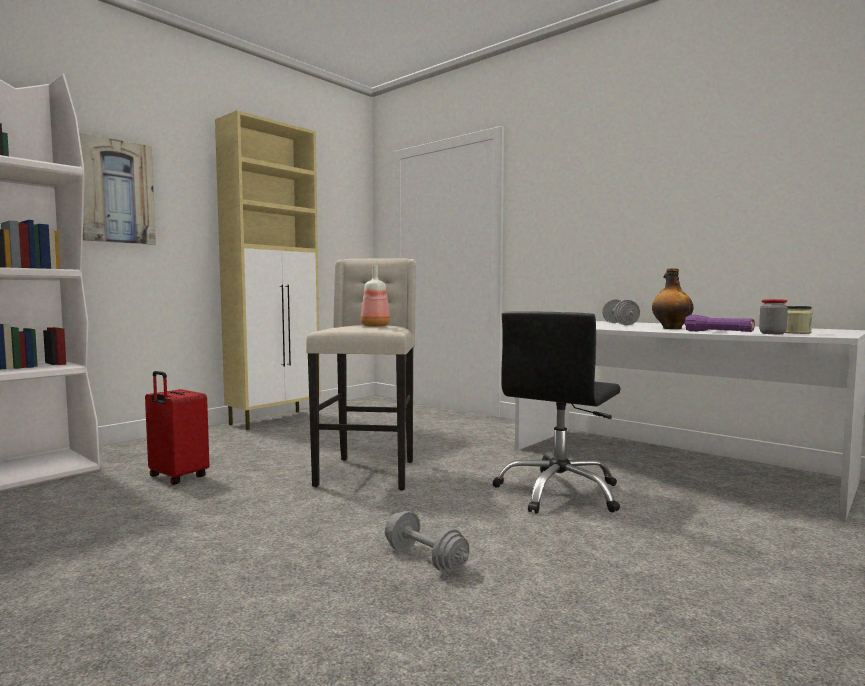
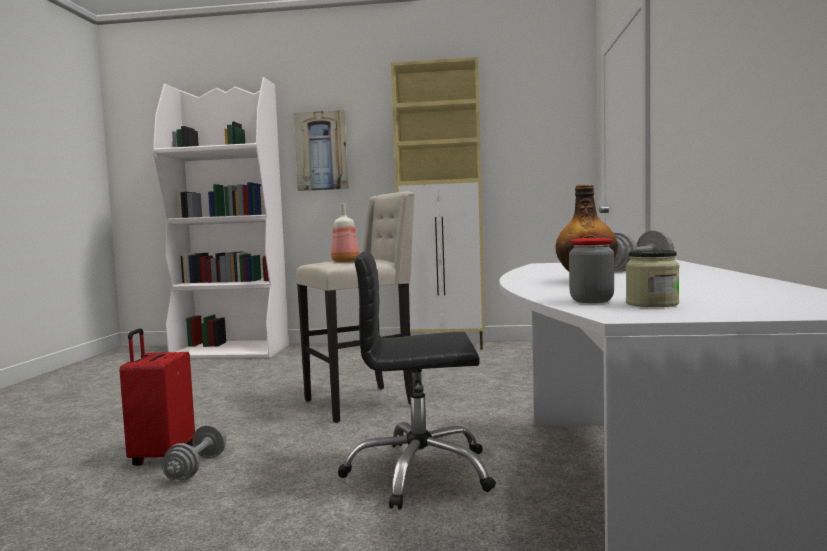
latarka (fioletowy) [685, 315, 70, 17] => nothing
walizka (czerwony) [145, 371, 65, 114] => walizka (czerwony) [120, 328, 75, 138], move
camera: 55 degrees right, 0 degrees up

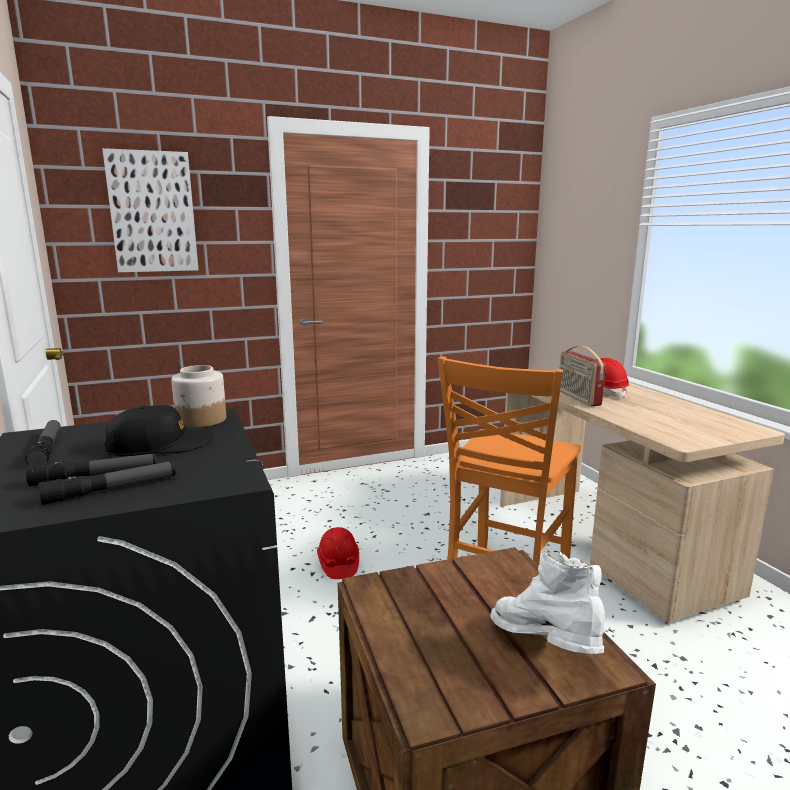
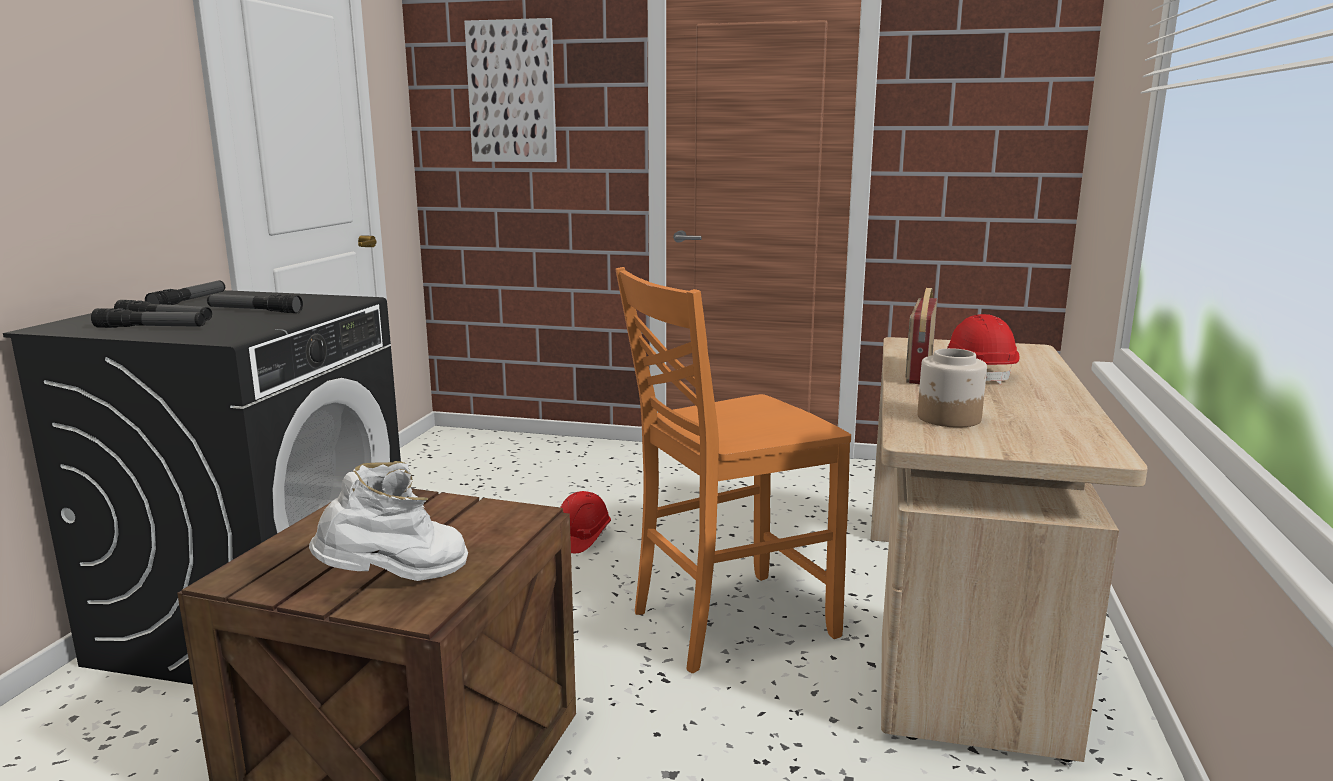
słoik [171, 365, 55, 63] => słoik [918, 348, 69, 80], move
czapka z daszkiem (czarny) [105, 405, 108, 51] => latarka [207, 294, 96, 19]
but z cholewką (biały) [490, 552, 115, 102] => but z cholewką (biały) [309, 461, 159, 120], 45 degrees clockwise
camera: 35 degrees right, 0 degrees up

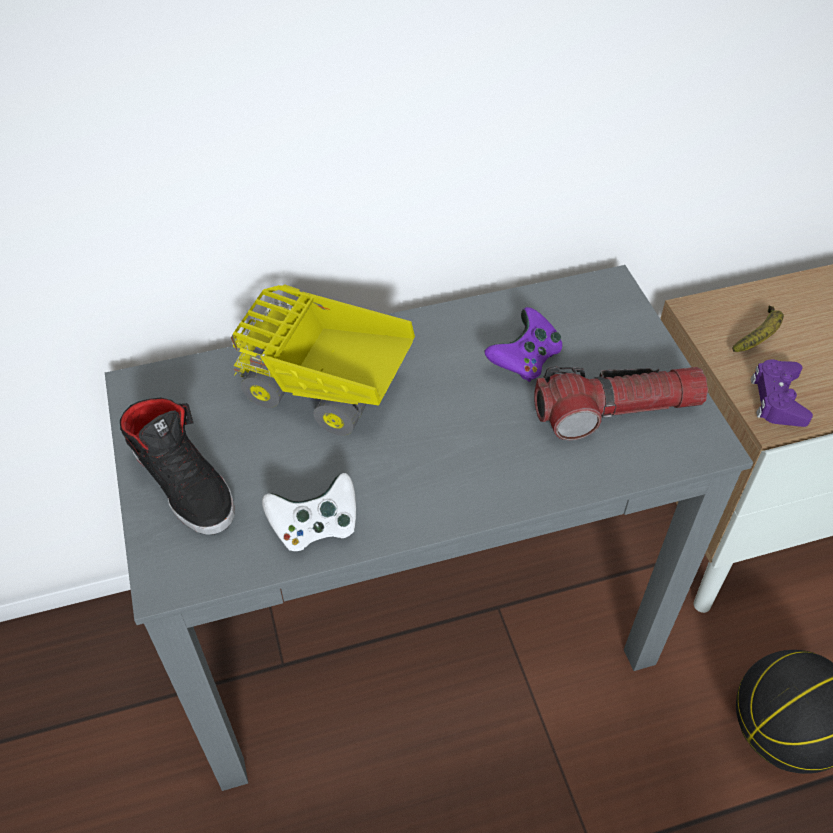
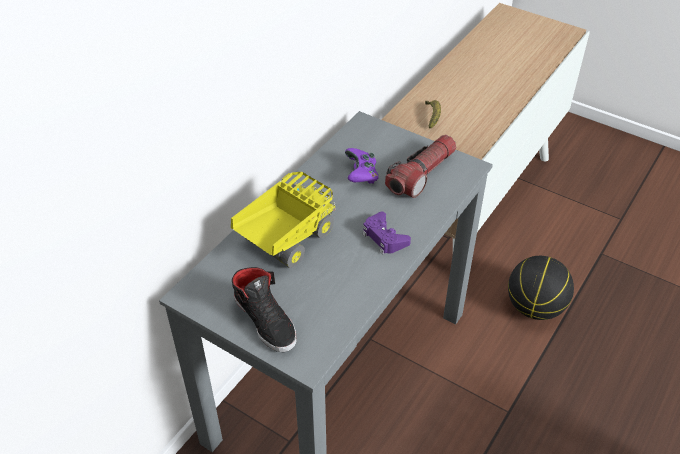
ciężarówka zabawkowa [231, 284, 184, 152] => ciężarówka zabawkowa [231, 172, 105, 96], 150 degrees clockwise
pad do gier (fioletowy) [751, 359, 62, 68] => pad do gier (fioletowy) [363, 212, 48, 42], move
but (czarny) [120, 397, 115, 138] => but (czarny) [232, 267, 65, 86], 45 degrees clockwise
pad do gier (biały) [262, 473, 94, 78] => nothing
camera: 40 degrees left, 5 degrees down

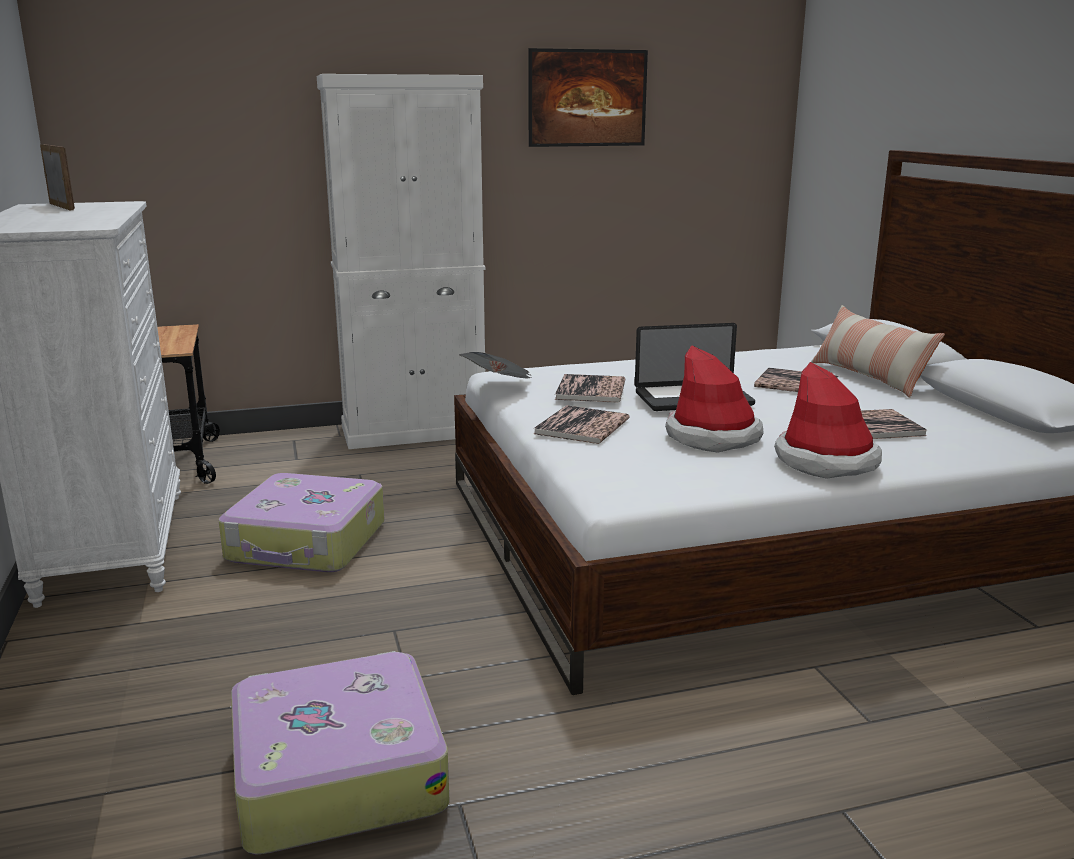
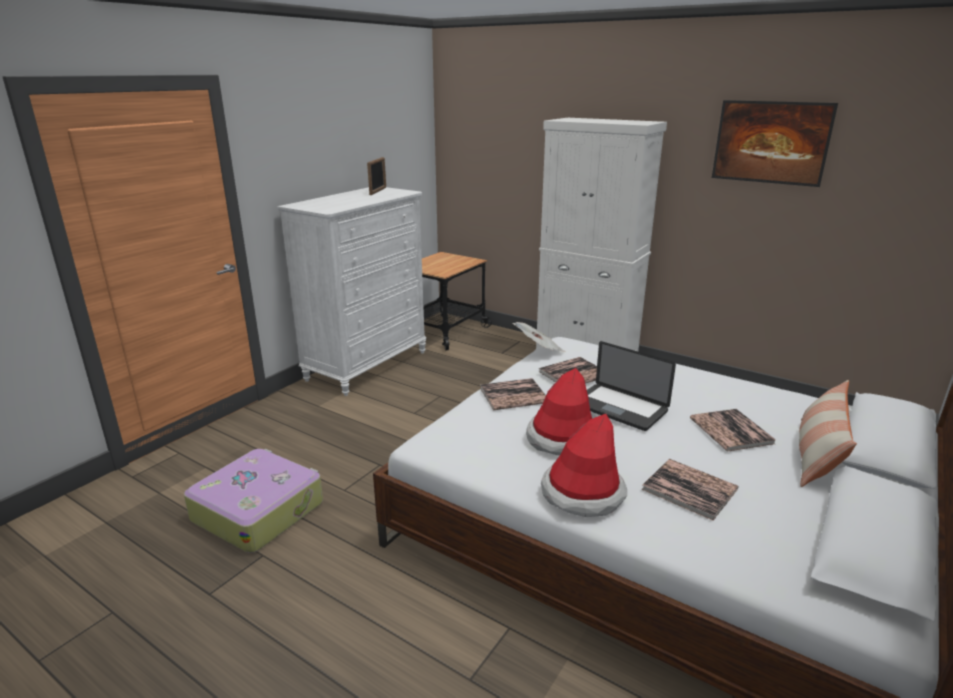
walizka [218, 473, 167, 99] => nothing
camera: 50 degrees right, 5 degrees up

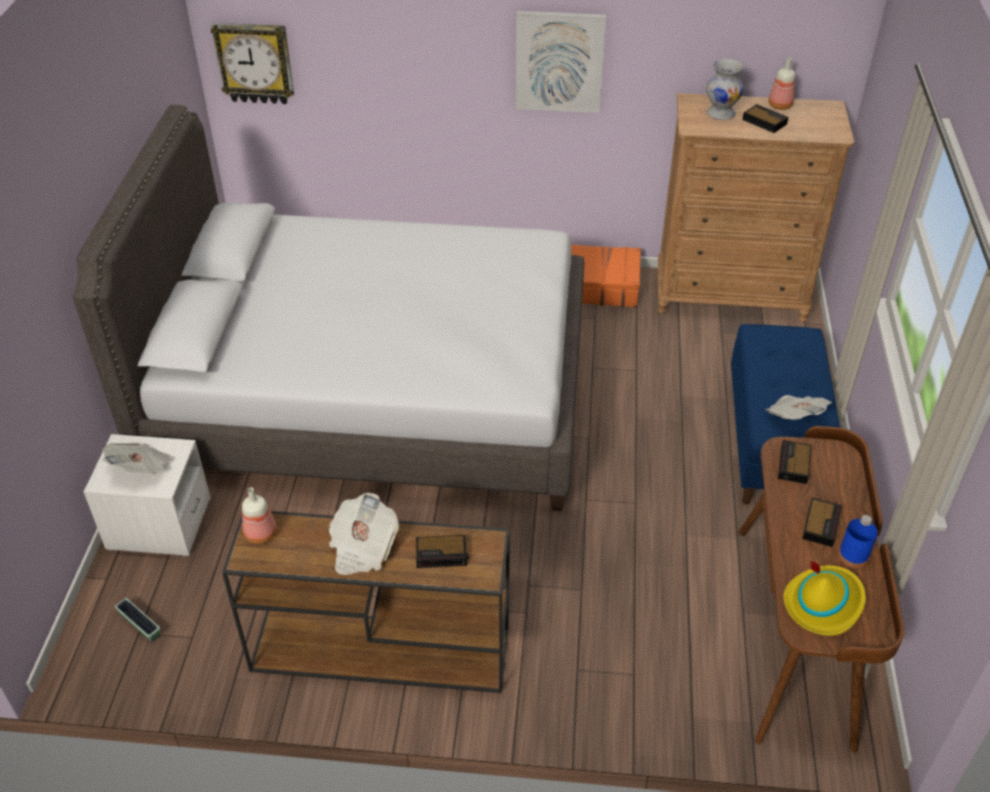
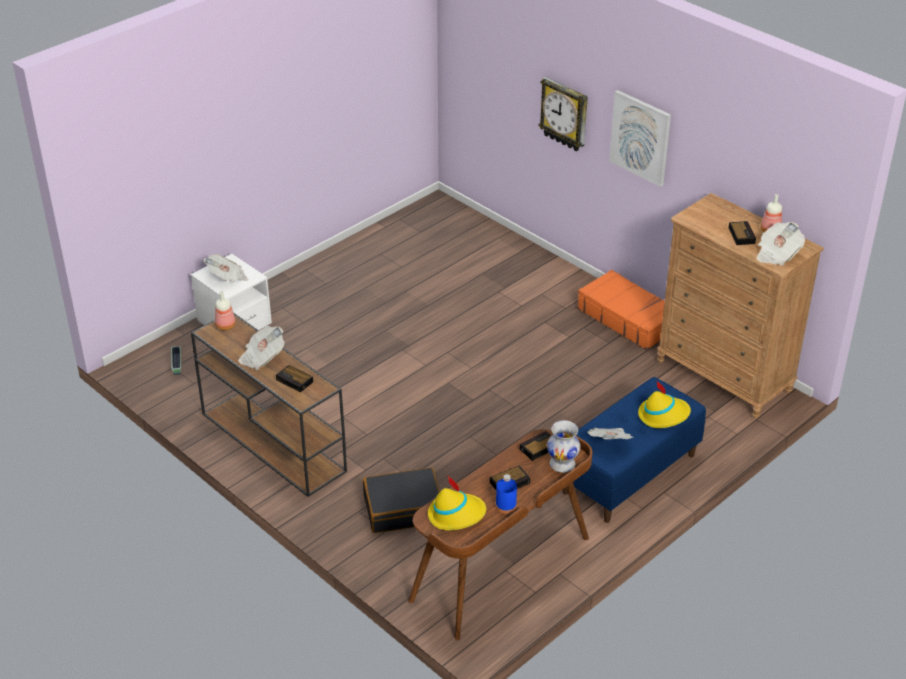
zegar ścienny [211, 23, 83, 81] => zegar ścienny [539, 77, 49, 74], move
wazon (biały) [706, 59, 38, 61] => wazon (biały) [547, 420, 33, 53], move
łóżko (szary) [73, 105, 511, 406] => nothing
nothing => gazeta [756, 222, 49, 44]
nothing => kapelusz (żółty) [638, 380, 53, 48]
nothing => walizka (czarny) [363, 467, 77, 66]
camera: 40 degrees right, 5 degrees down

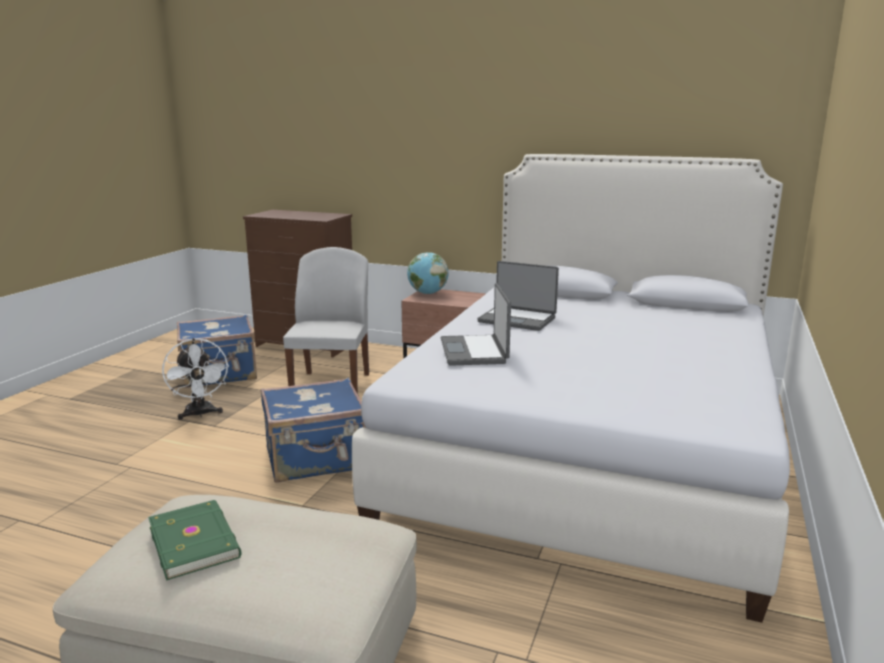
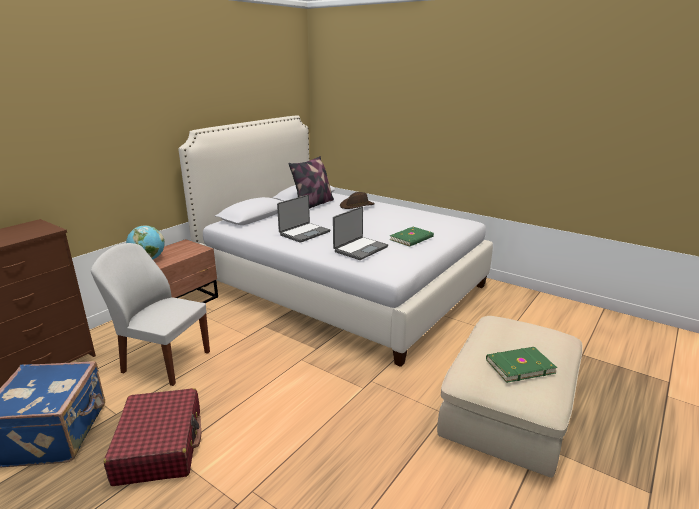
laptop [441, 283, 70, 83] => laptop [333, 206, 55, 54], 60 degrees counterclockwise
wentylator (biały) [162, 338, 67, 82] => walizka (czerwony) [104, 388, 97, 98]
walizka (niebieski) [261, 378, 105, 105] => nothing
nothing => poduszka [288, 156, 46, 53]
nothing => kapelusz (brązowy) [340, 192, 35, 17]
nothing => książka (zielony) [390, 227, 44, 20]
camera: 75 degrees left, 5 degrees up

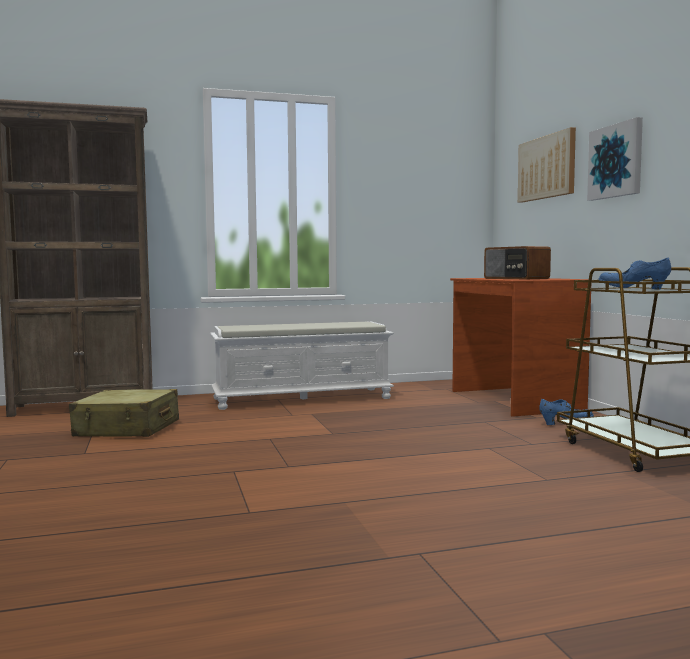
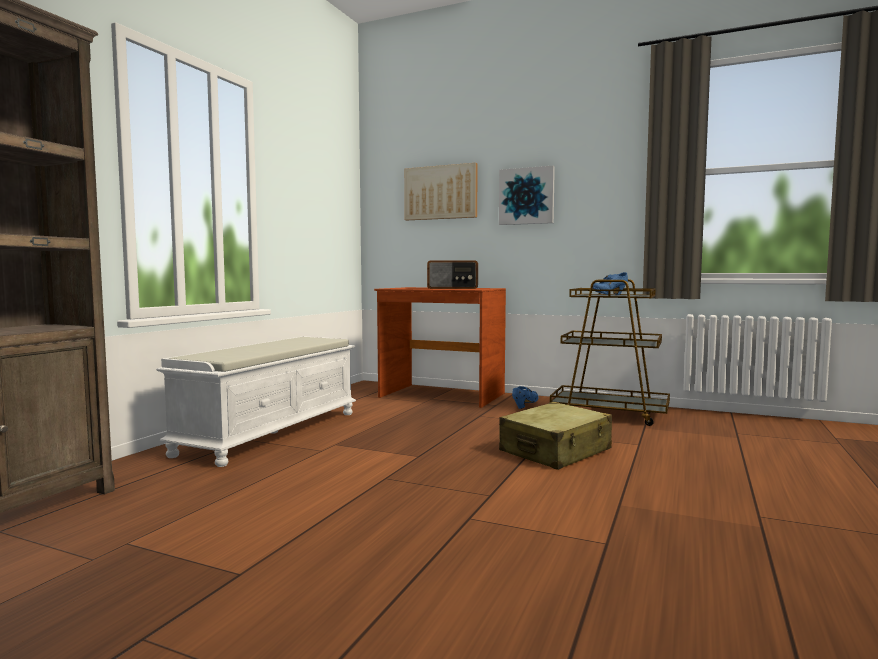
walizka (beżowy) [69, 389, 110, 48] => walizka (beżowy) [499, 402, 113, 68], move
camera: 50 degrees left, 0 degrees up

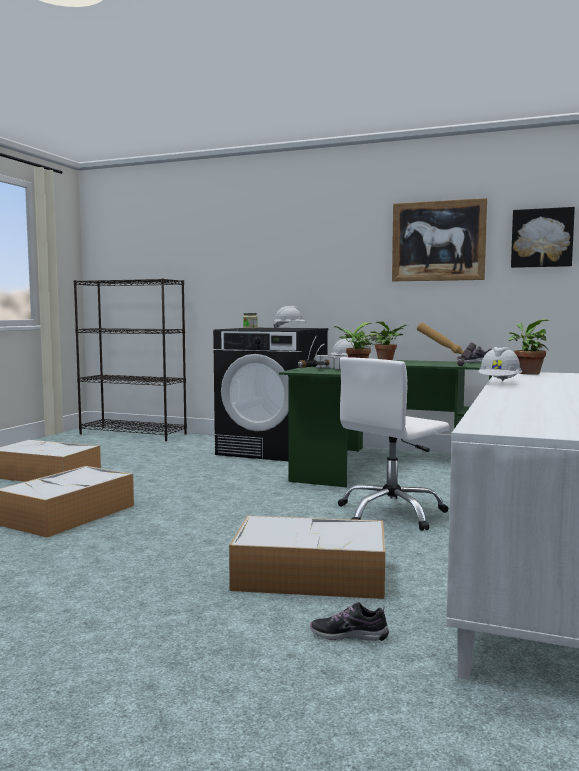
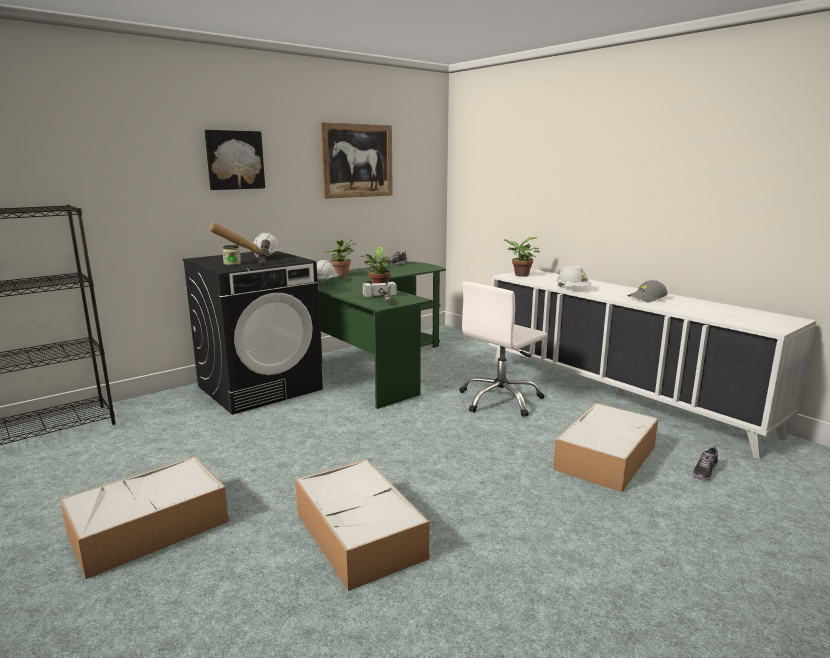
obraz [511, 207, 64, 61] => obraz [205, 130, 60, 60], move
młotek [417, 322, 59, 44] => młotek [210, 222, 60, 44], move
krzesło biurowe (biały) [338, 357, 111, 174] => krzesło biurowe (biały) [459, 282, 88, 135], 60 degrees clockwise
nothing => czapka z daszkiem (szary) [627, 280, 40, 23]
camera: 60 degrees left, 10 degrees up

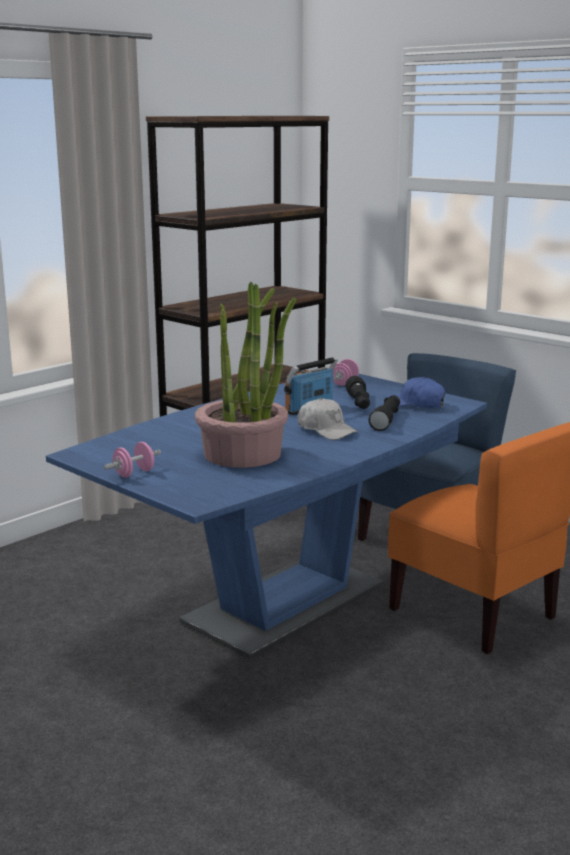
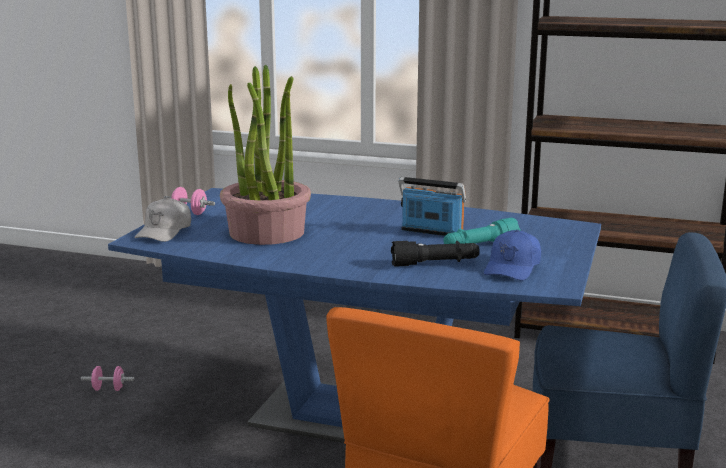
hantel (różowy) [333, 359, 26, 27] => hantel (różowy) [81, 366, 54, 25], move
latarka (czarny) [345, 376, 25, 33] => latarka (turkusowy) [443, 218, 77, 26]
czapka z daszkiem (niebieski) [386, 377, 59, 31] => czapka z daszkiem (niebieski) [484, 230, 57, 51], 150 degrees counterclockwise
czapka z daszkiem (biały) [298, 398, 60, 42] => czapka z daszkiem (biały) [134, 198, 57, 44], move
camera: 65 degrees right, 0 degrees up

